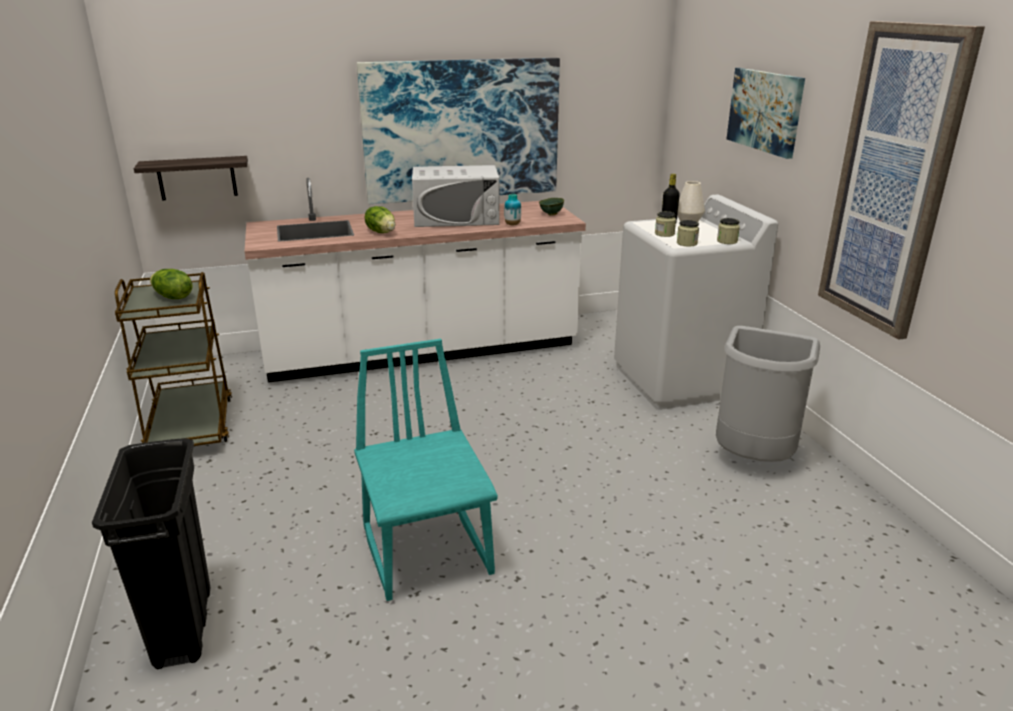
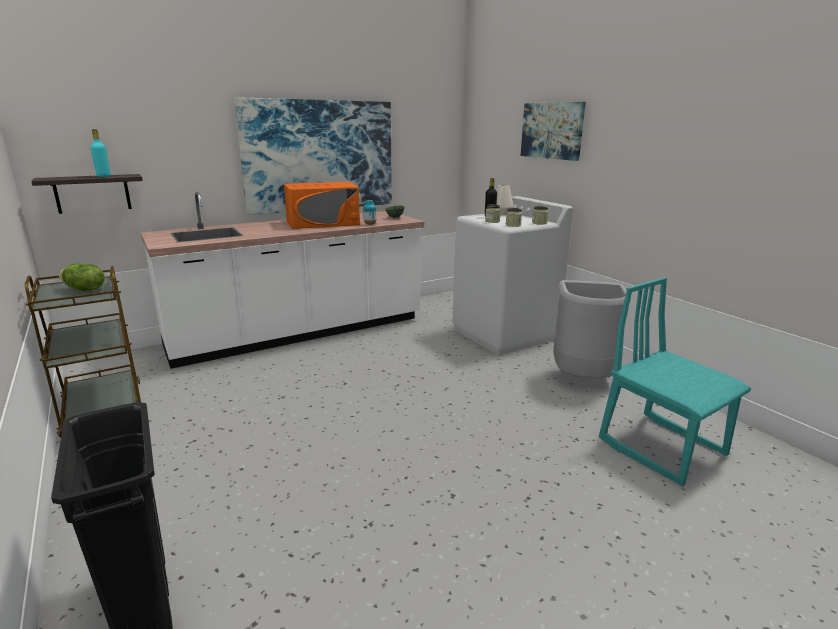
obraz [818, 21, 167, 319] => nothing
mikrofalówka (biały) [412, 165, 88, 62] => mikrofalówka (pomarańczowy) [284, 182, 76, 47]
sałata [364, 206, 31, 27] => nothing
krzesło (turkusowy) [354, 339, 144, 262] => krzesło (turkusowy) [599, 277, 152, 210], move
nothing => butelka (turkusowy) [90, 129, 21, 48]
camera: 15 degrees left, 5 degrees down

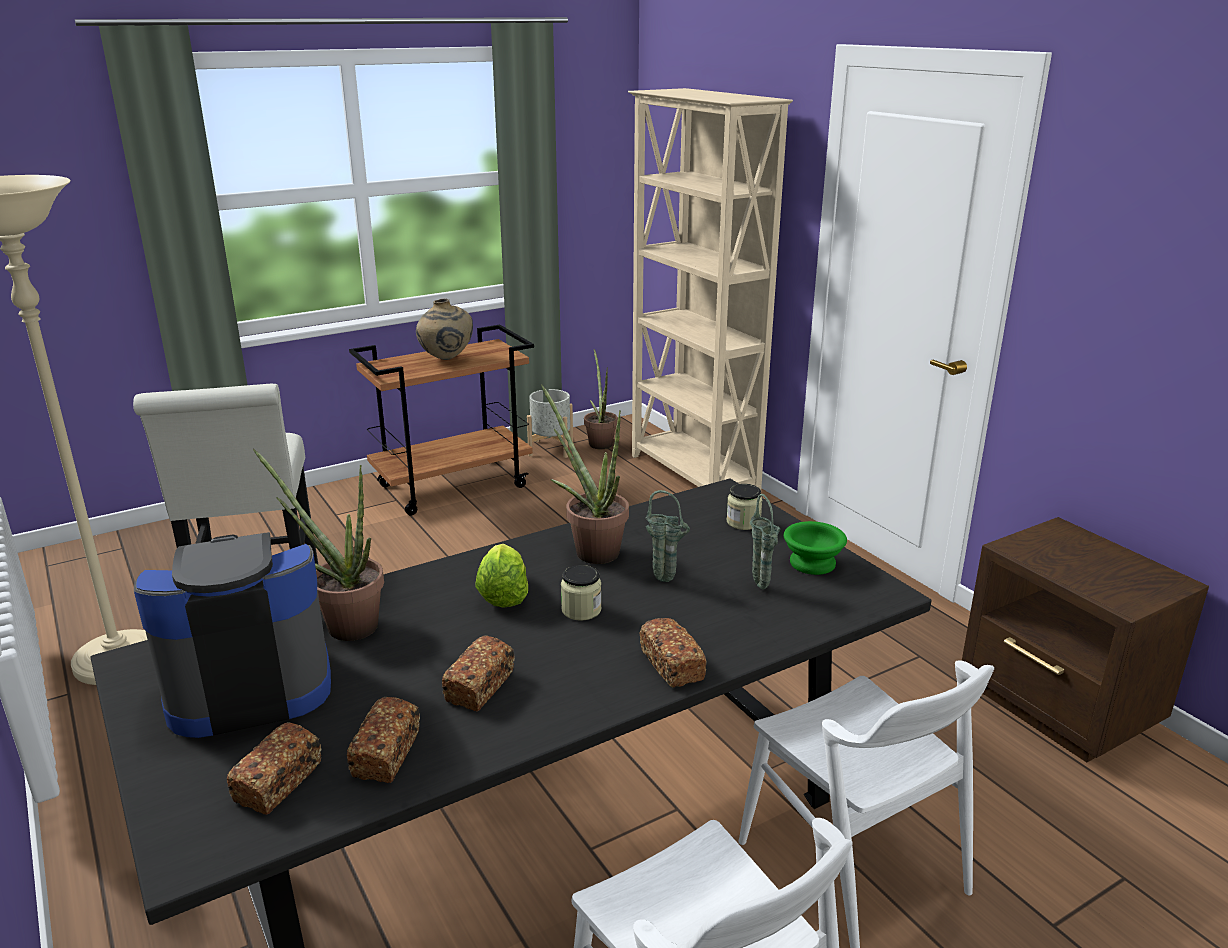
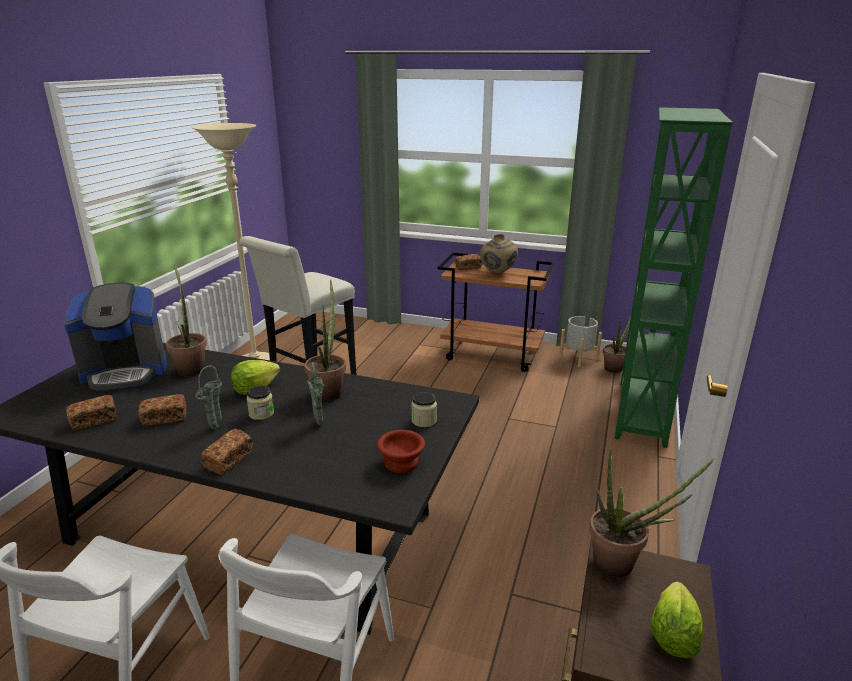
regał (beżowy) [628, 88, 165, 402] => regał (zielony) [615, 107, 118, 341]
wazon (zielony) [750, 494, 30, 95] => wazon (zielony) [195, 365, 27, 64], move
miska (zielony) [784, 521, 63, 54] => miska (brązowy) [377, 430, 48, 43]
ekspres do kawy [134, 532, 197, 206] => ekspres do kawy [64, 283, 102, 108], 135 degrees clockwise
chleb [227, 722, 94, 93] => chleb [455, 254, 27, 16], move
nothing => roślina doniczkowa [589, 449, 125, 128]
nothing => sałata [650, 582, 53, 77]
camera: 50 degrees right, 0 degrees up

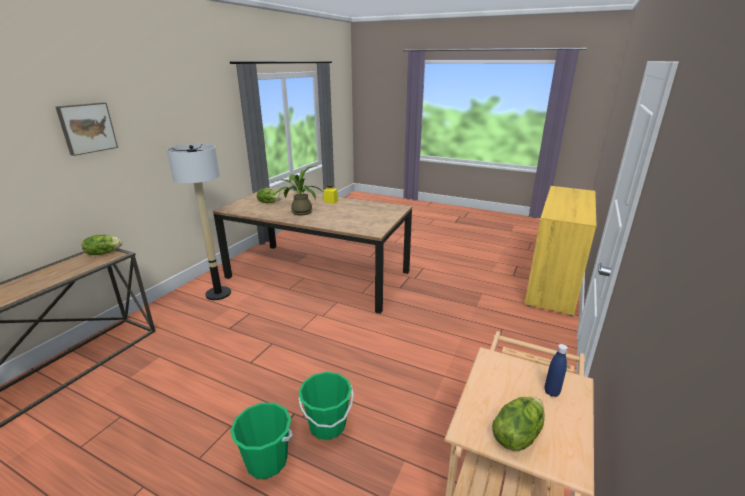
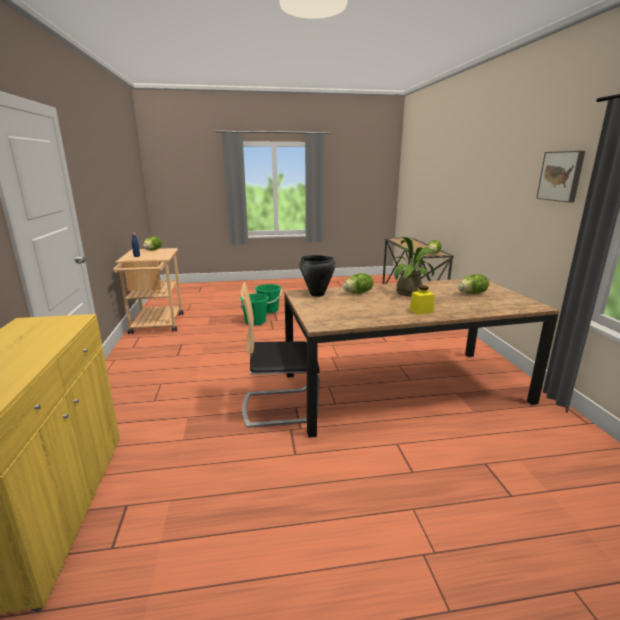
obraz [56, 102, 62, 54] => obraz [536, 151, 49, 52], move
lampa stojąca [167, 144, 64, 156] => nothing
nothing => garnek (czarny) [299, 255, 37, 42]
nothing => sałata [343, 273, 30, 20]
nothing => krzesło [241, 282, 79, 146]
camera: 145 degrees right, 5 degrees down

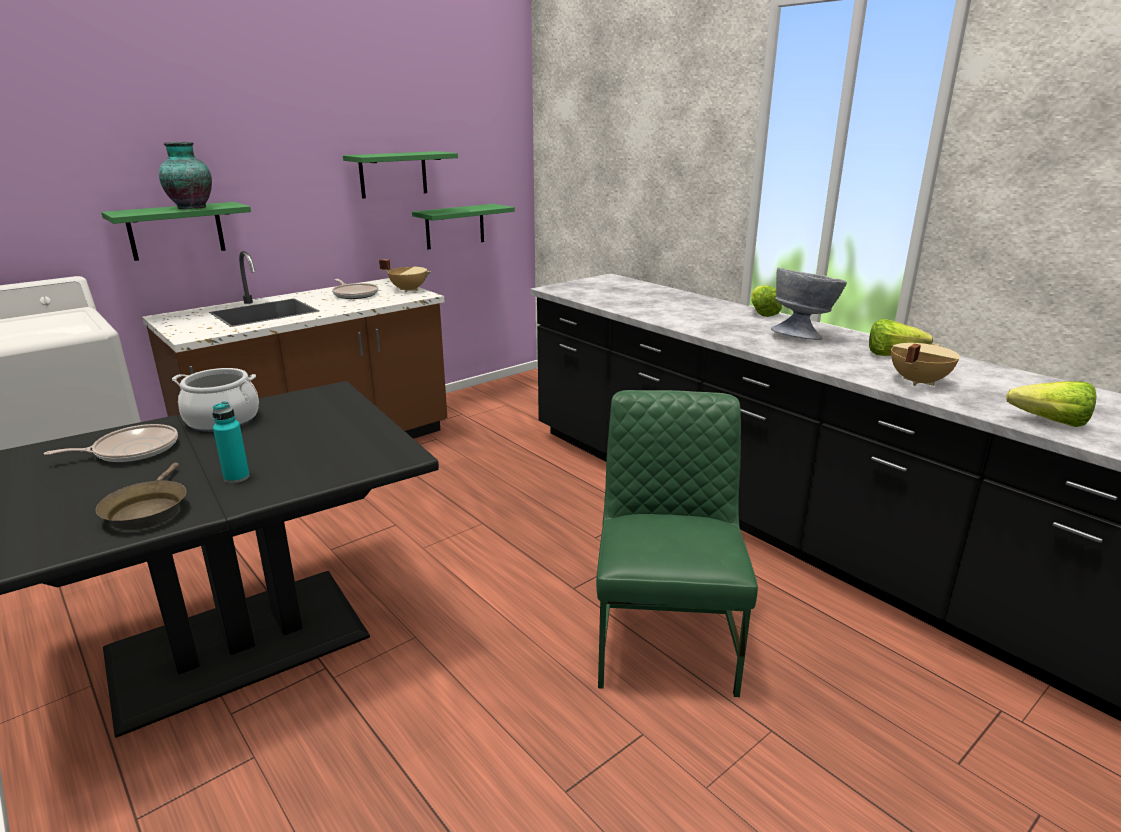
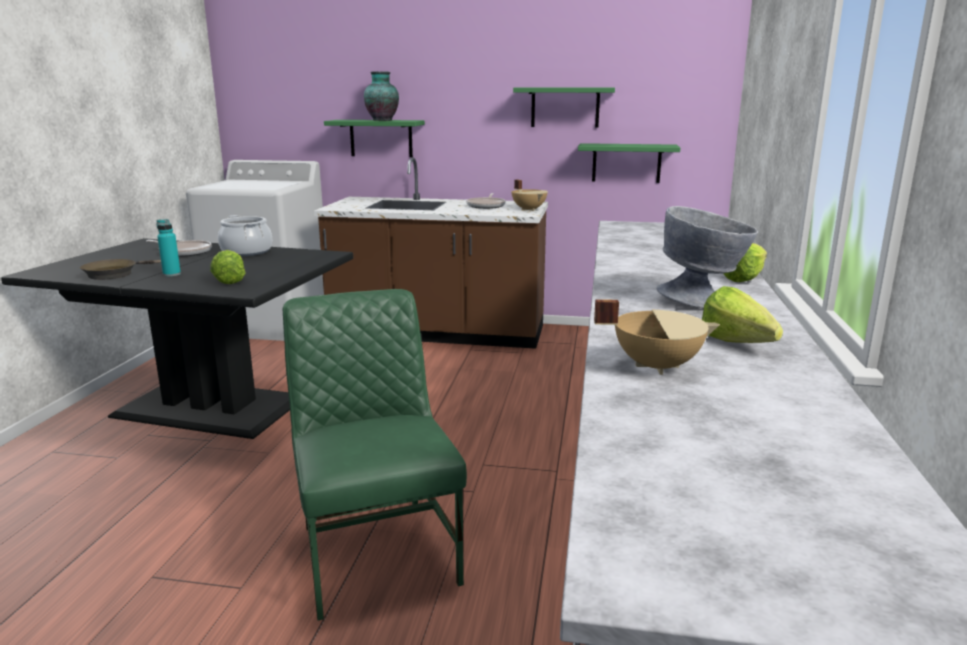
sałata [1006, 381, 90, 46] => sałata [210, 250, 35, 34], move
krzesło (zielony) [596, 390, 162, 307] => krzesło (zielony) [283, 289, 184, 331], 75 degrees counterclockwise
camera: 50 degrees right, 5 degrees down

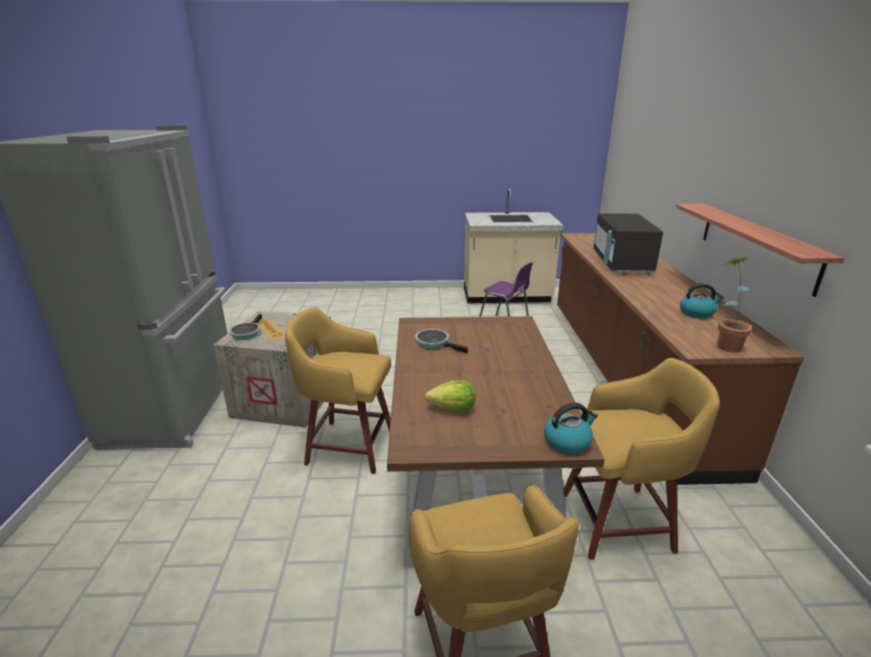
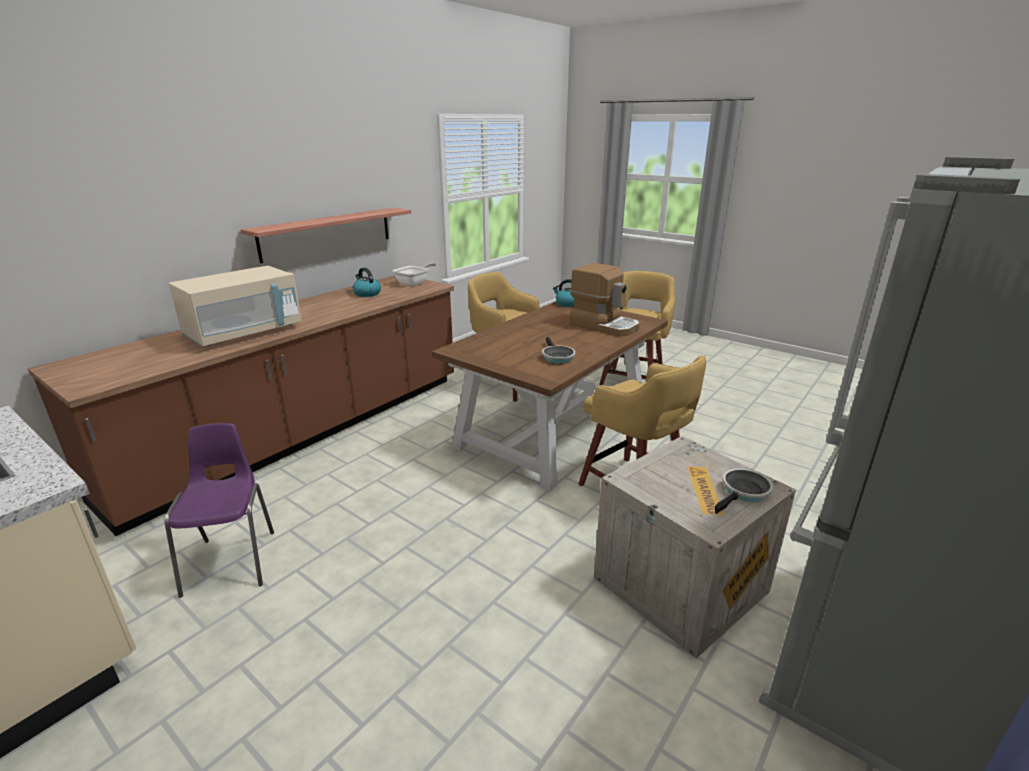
mikrofalówka (czarny) [593, 213, 70, 62] => mikrofalówka (beżowy) [169, 266, 133, 80]
roślina doniczkowa [717, 257, 35, 96] => patelnia [393, 263, 43, 23]
sałata [425, 380, 51, 32] => ekspres do kawy [570, 263, 69, 74]
camera: 140 degrees left, 0 degrees up

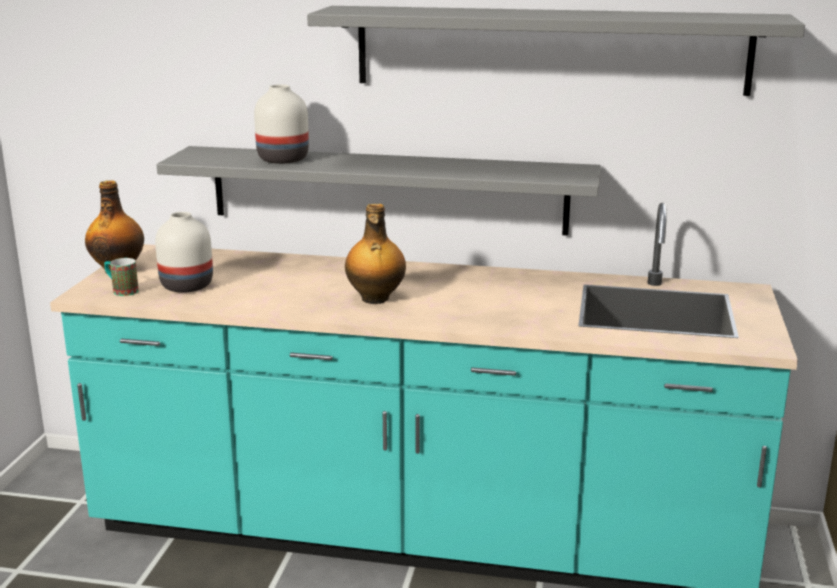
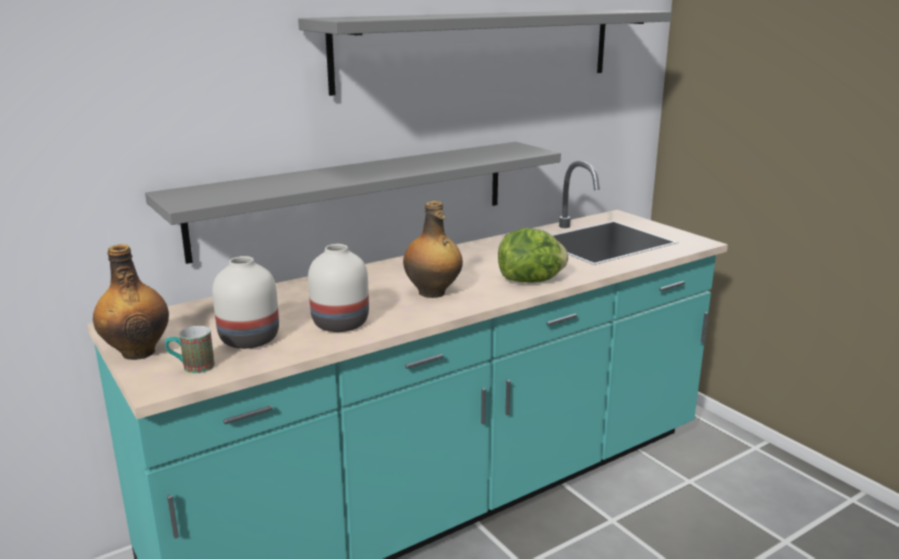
wazon (biały) [254, 84, 55, 80] => wazon (biały) [308, 244, 61, 88], move
nothing => sałata [498, 228, 70, 55]
camera: 45 degrees left, 0 degrees up

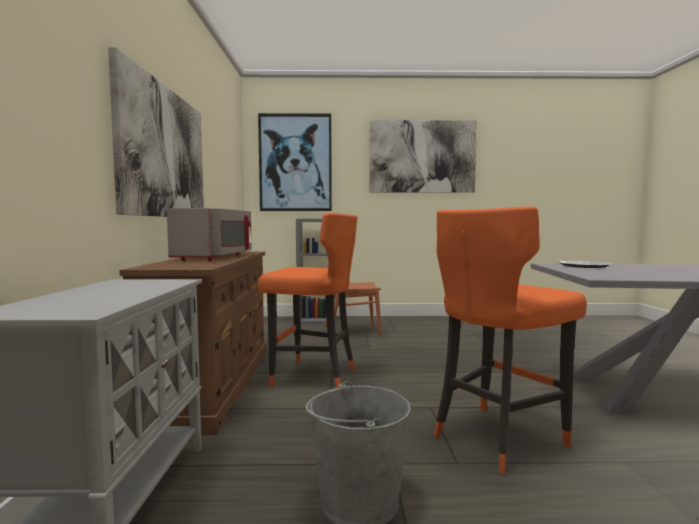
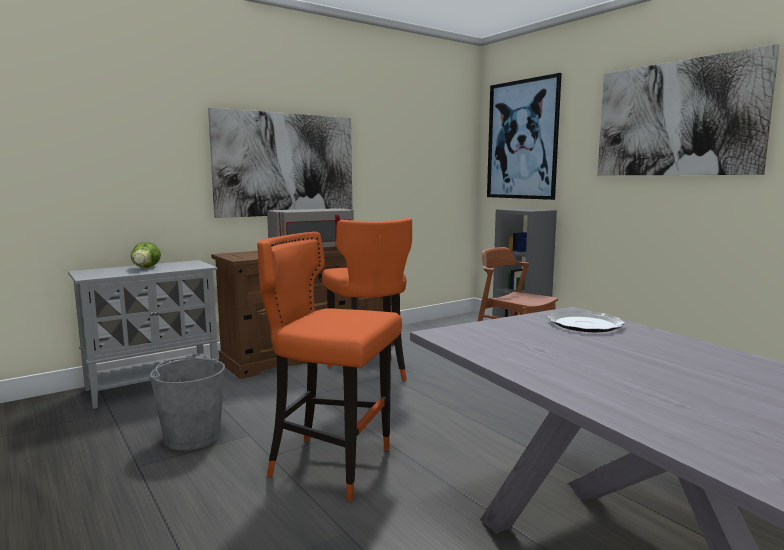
nothing => sałata [131, 242, 30, 26]
camera: 55 degrees right, 5 degrees up

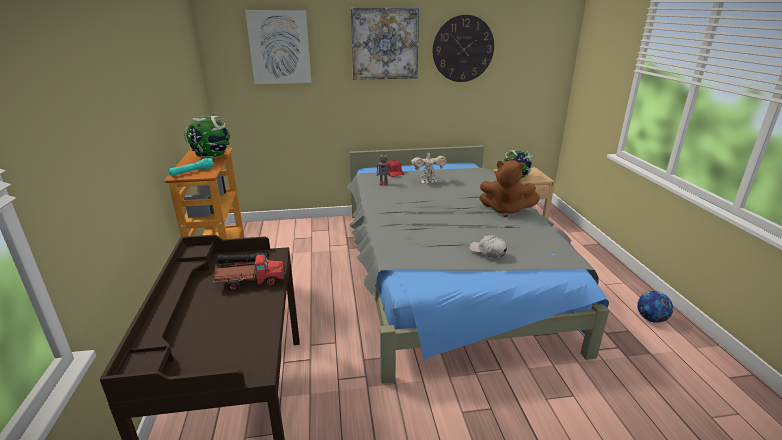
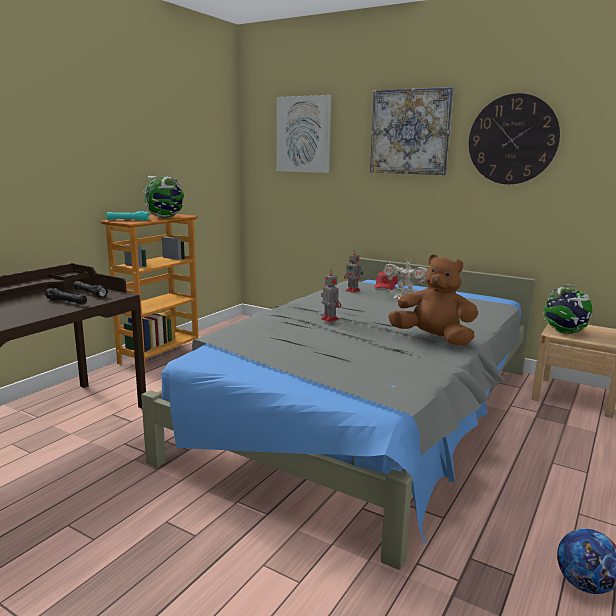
pluszak (brązowy) [479, 160, 61, 57] => pluszak (brązowy) [388, 254, 91, 92], 150 degrees clockwise
czapka z daszkiem (biały) [469, 235, 38, 23] => nothing
ciężarówka zabawkowa [212, 255, 73, 36] => latarka (czarny) [45, 288, 42, 17]
nothing => robot zabawkowy [321, 269, 20, 53]
camera: 40 degrees right, 10 degrees down

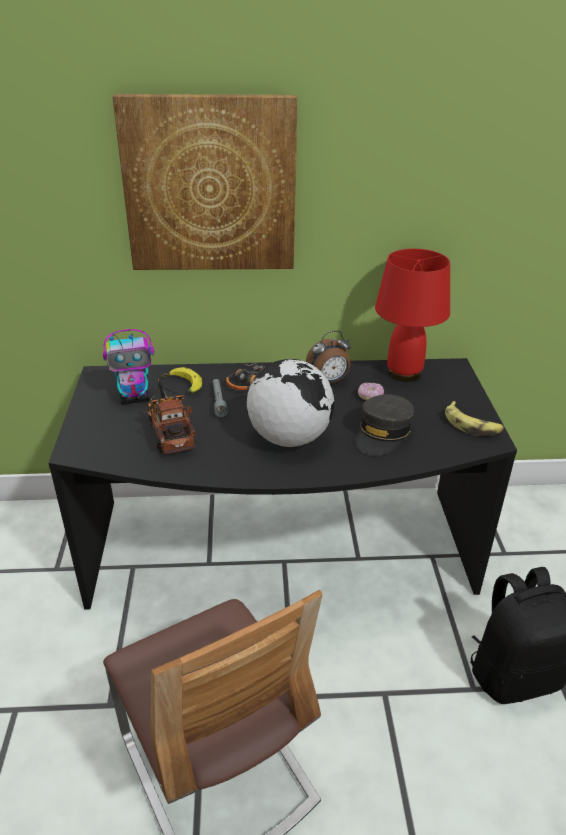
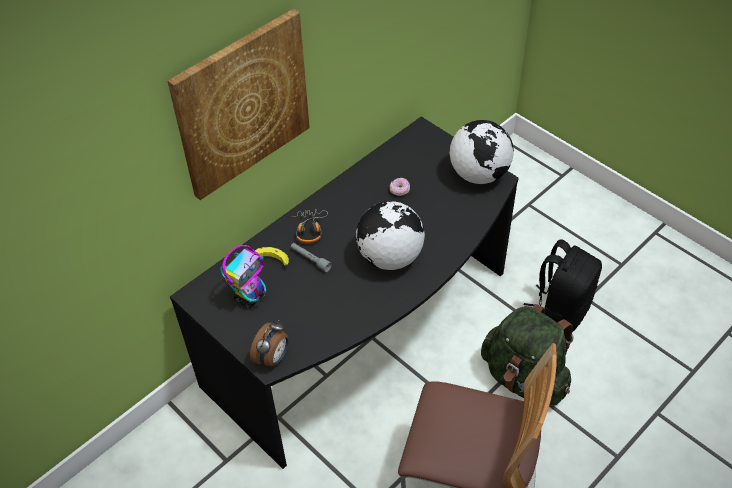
lampa stołowa (czerwony) [375, 249, 75, 133] => nothing
budzik [306, 331, 45, 53] => budzik [250, 320, 38, 48], move
ciężarówka zabawkowa [147, 377, 49, 77] => nothing
czapka z daszkiem (szary) [356, 394, 58, 62] => nothing
banan [445, 401, 59, 35] => globus [450, 120, 64, 64]
nothing => plecak (zielony) [481, 304, 93, 101]
camera: 40 degrees left, 15 degrees up

